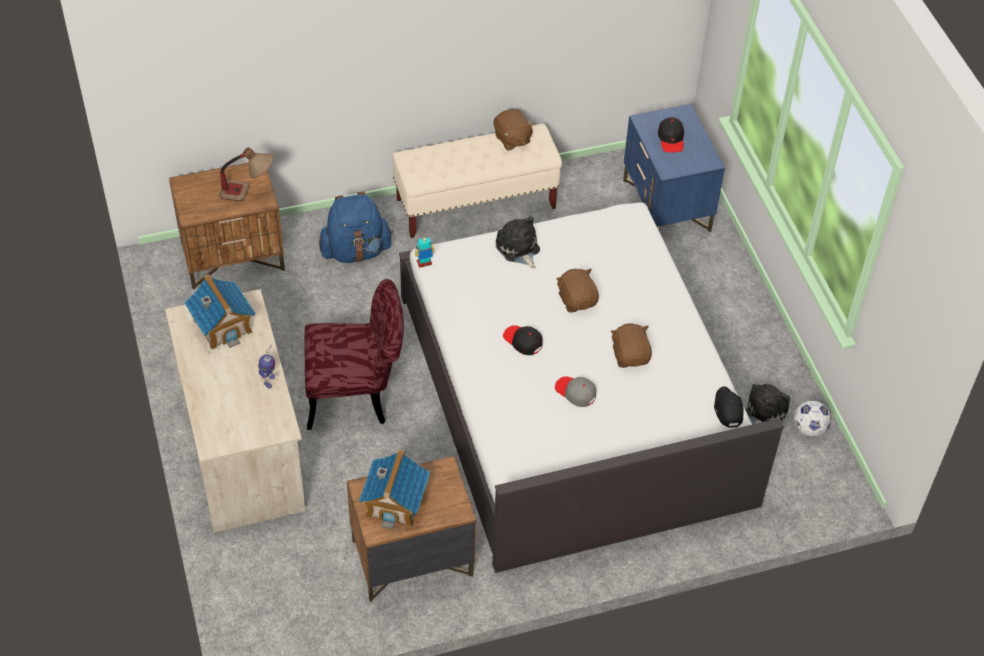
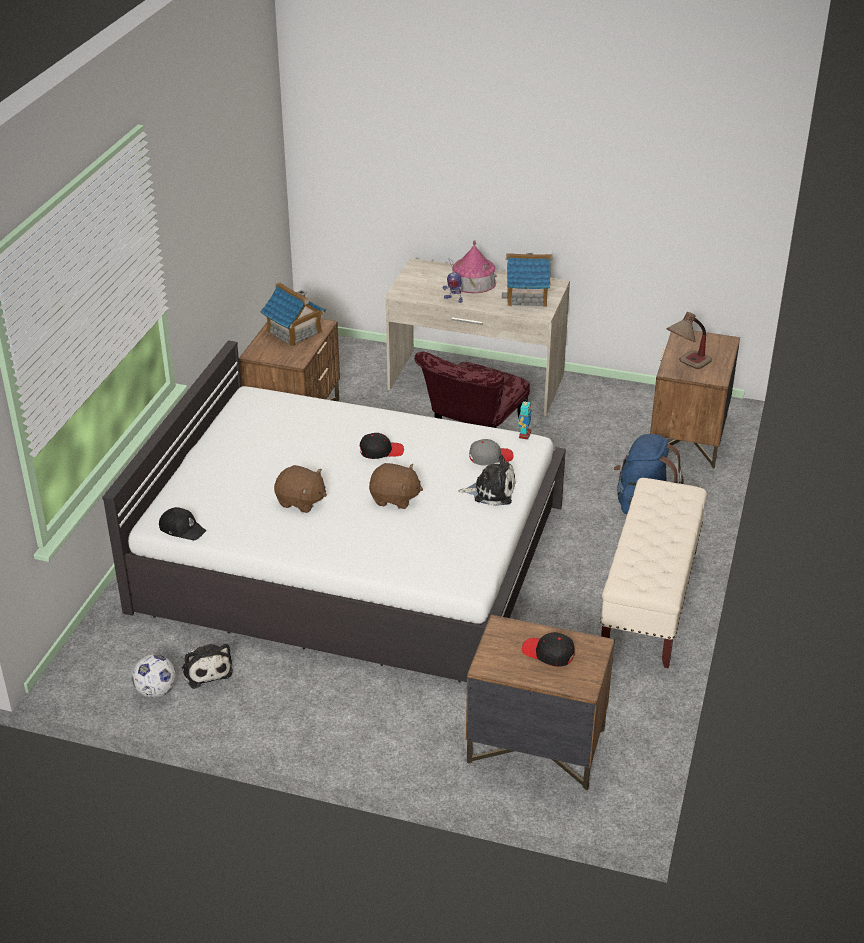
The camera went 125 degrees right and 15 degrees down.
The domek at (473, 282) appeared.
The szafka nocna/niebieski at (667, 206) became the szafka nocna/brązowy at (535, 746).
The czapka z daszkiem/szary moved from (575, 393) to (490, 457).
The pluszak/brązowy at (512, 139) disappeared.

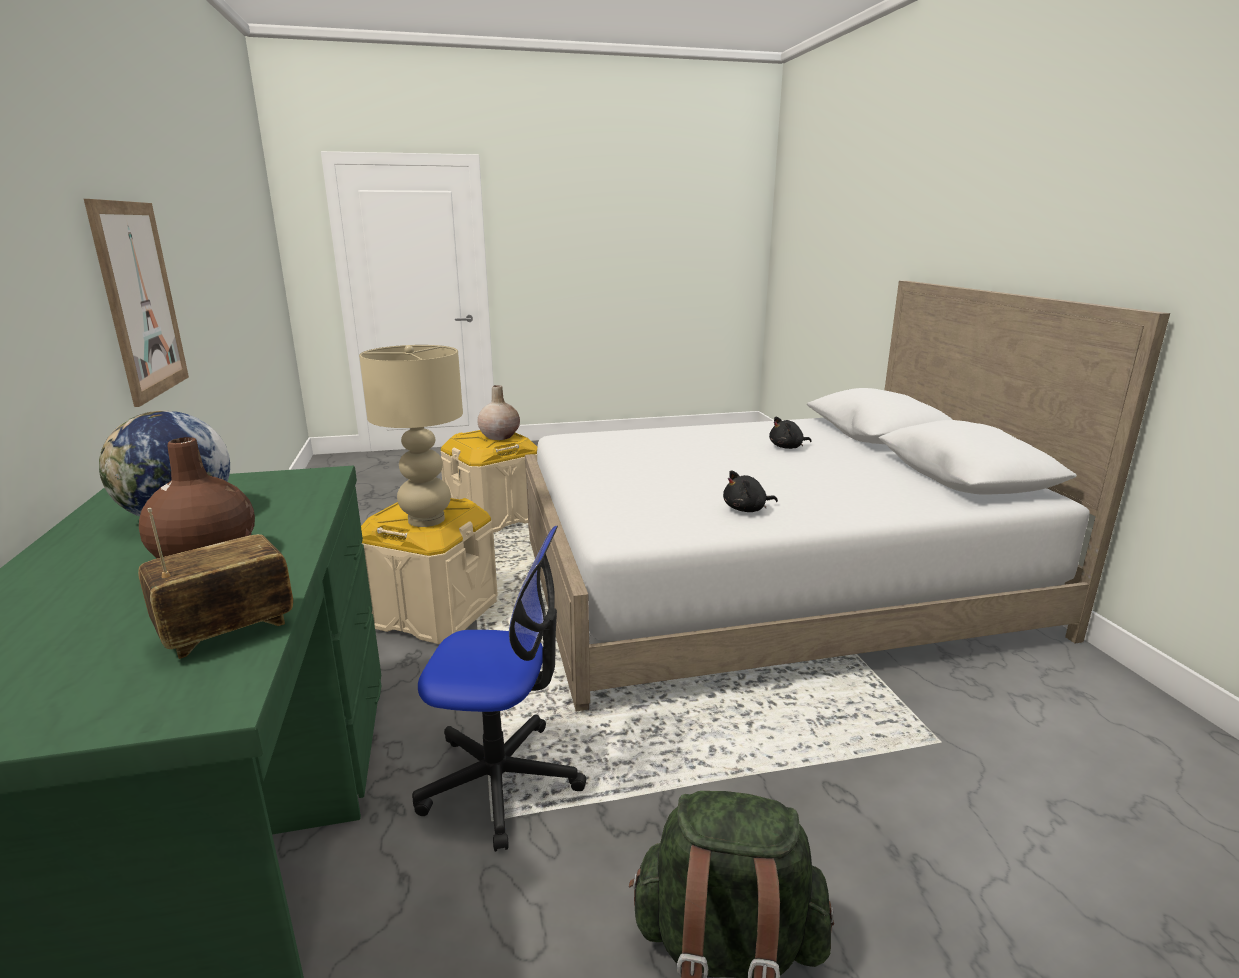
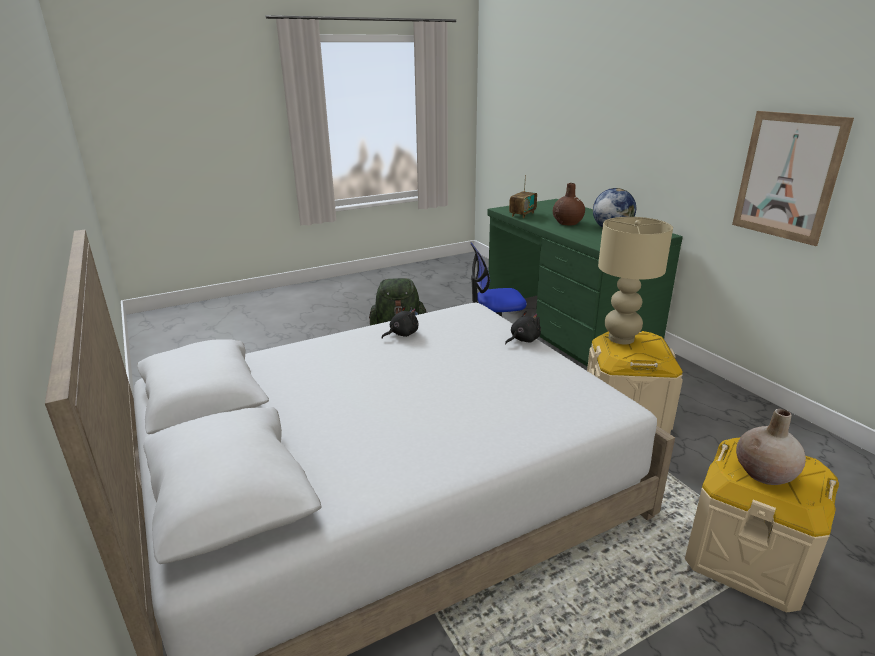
The camera went 165 degrees right and 5 degrees up.
The pluszak/czarny moved from (787, 447) to (523, 340).

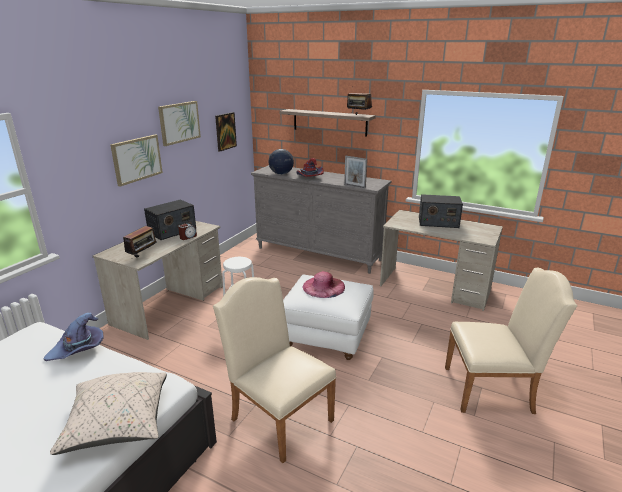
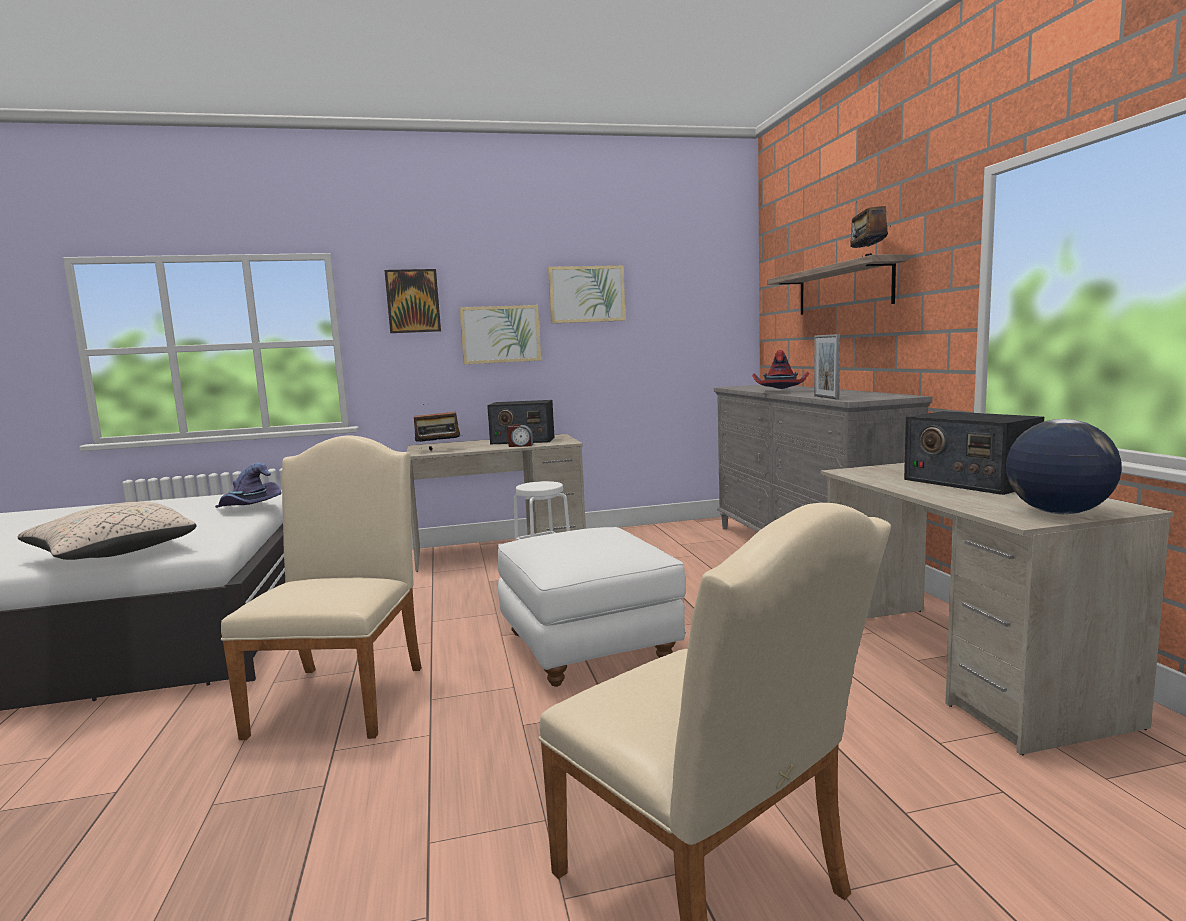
The camera went 50 degrees right and 15 degrees down.
The obraz moved from (225, 131) to (413, 301).
The globus moved from (281, 174) to (1058, 512).
The kapelusz/różowy at (323, 287) disappeared.

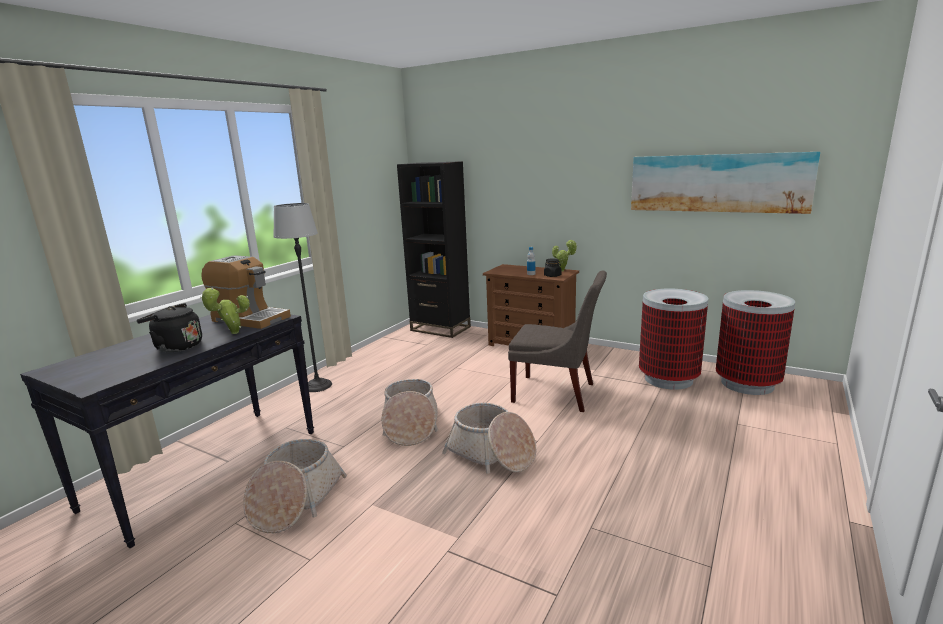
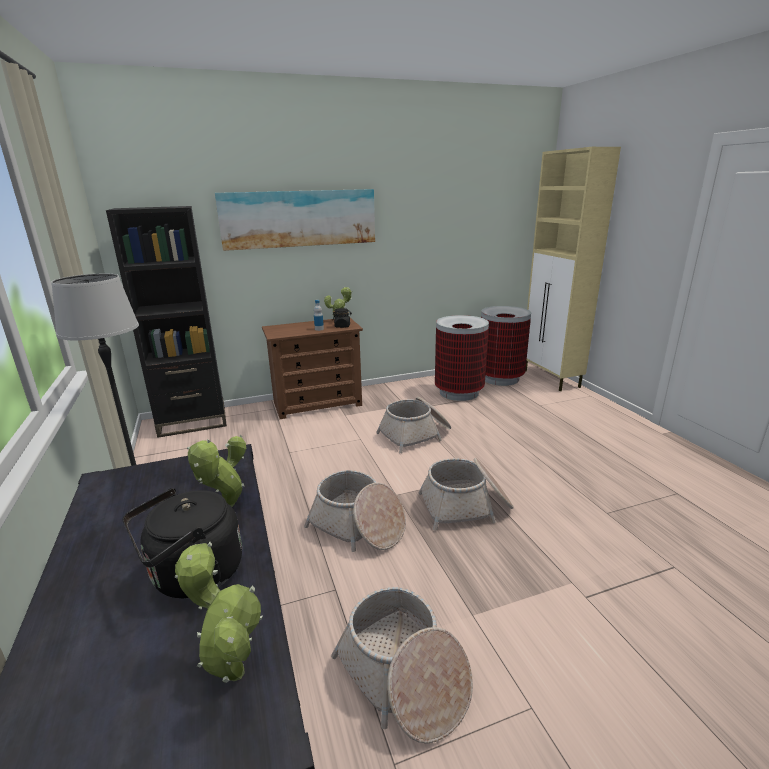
The camera went 50 degrees left and 5 degrees up.
The roślina doniczkowa at (231, 669) appeared.
The obraz moved from (717, 183) to (299, 218).
The krzesło/szary at (557, 393) was replaced by the koszyk at (416, 435).
The szafka/beżowy at (551, 379) appeared.
The ekspres do kawy at (250, 319) disappeared.

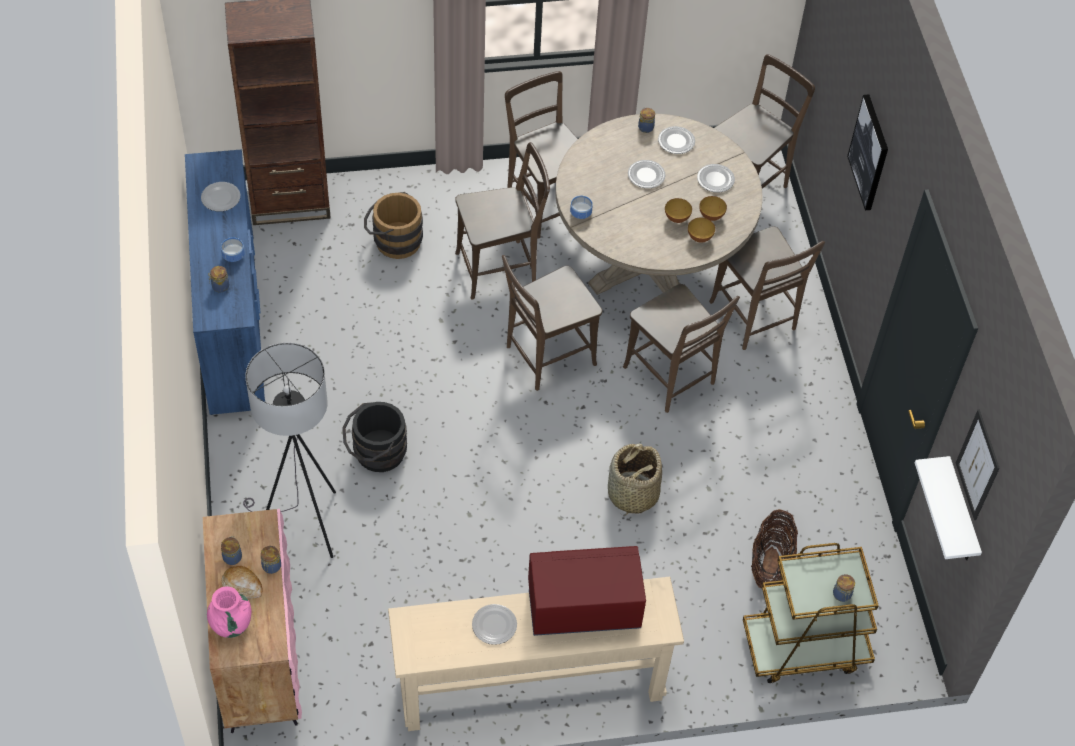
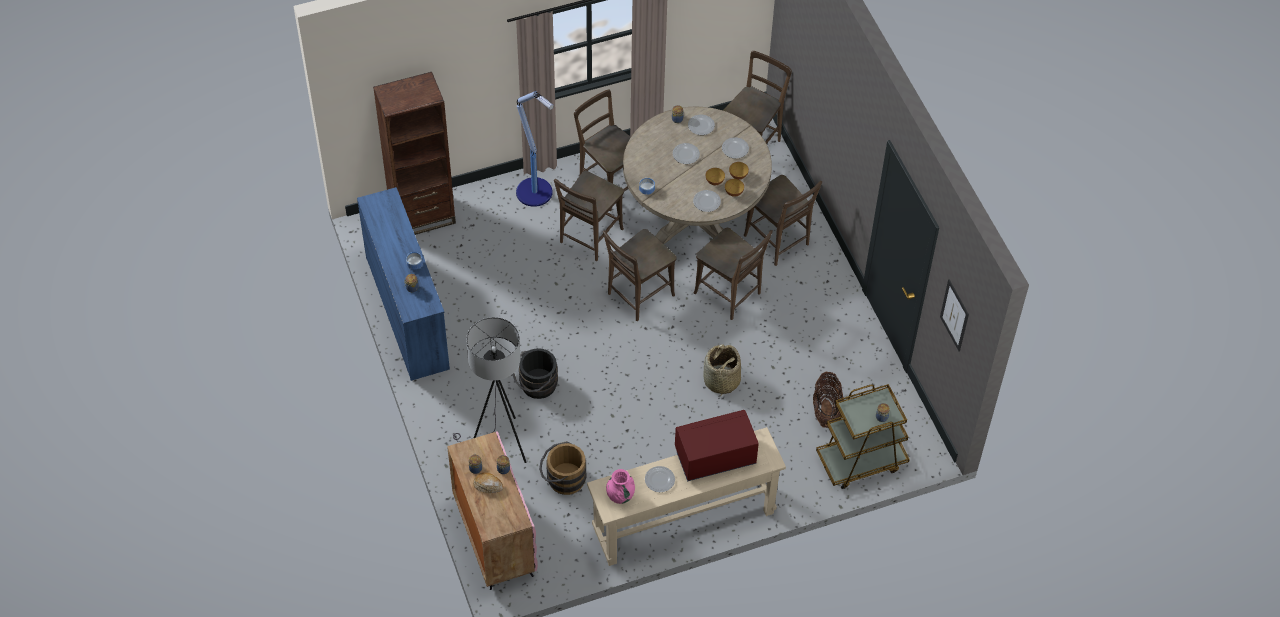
The camera went 10 degrees left and 0 degrees up.
The lampa stojąca at (535, 193) appeared.
The wiadro/brązowy moved from (393, 240) to (562, 479).
The krzesło/brązowy at (500, 268) turned 150 degrees clockwise.
The wazon/różowy moved from (231, 624) to (620, 495).
The talerz moved from (221, 197) to (707, 201).
The obraz at (870, 152) disappeared.
The półka/biały at (960, 514) disappeared.

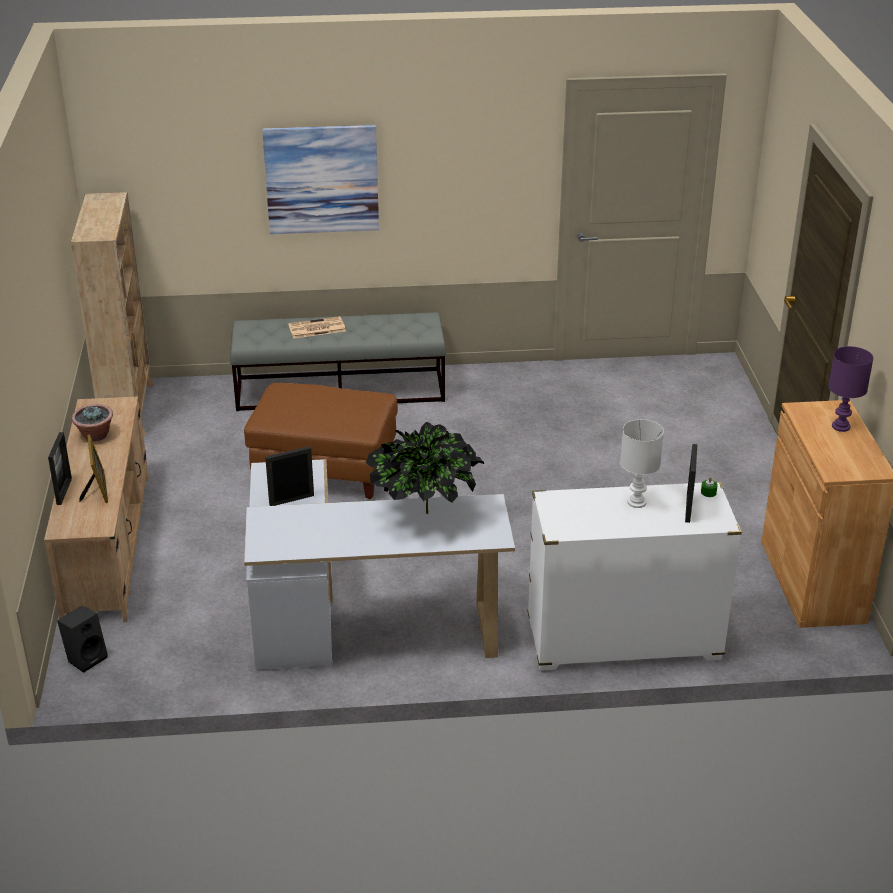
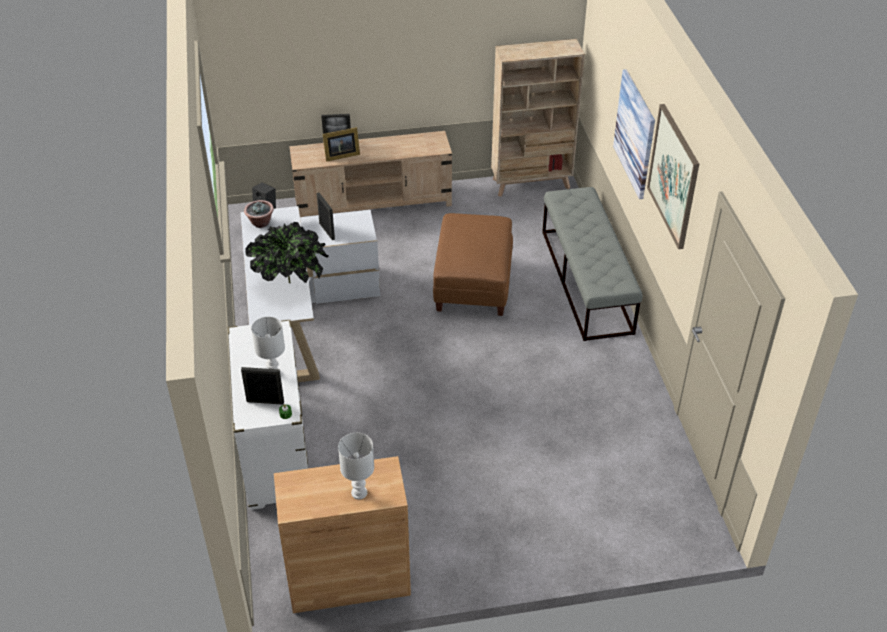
The camera went 85 degrees right and 10 degrees up.
The roślina doniczkowa moved from (95, 436) to (260, 223).
The lampa stołowa/fioletowy at (840, 426) became the lampa stołowa/biały at (360, 492).
The obraz at (673, 176) appeared.
The gazeta at (316, 328) disappeared.

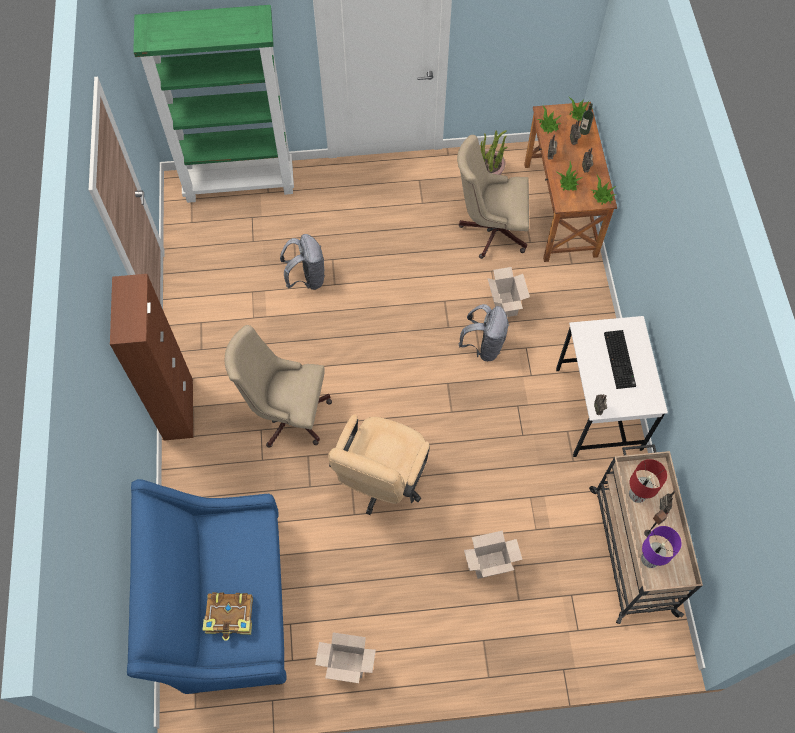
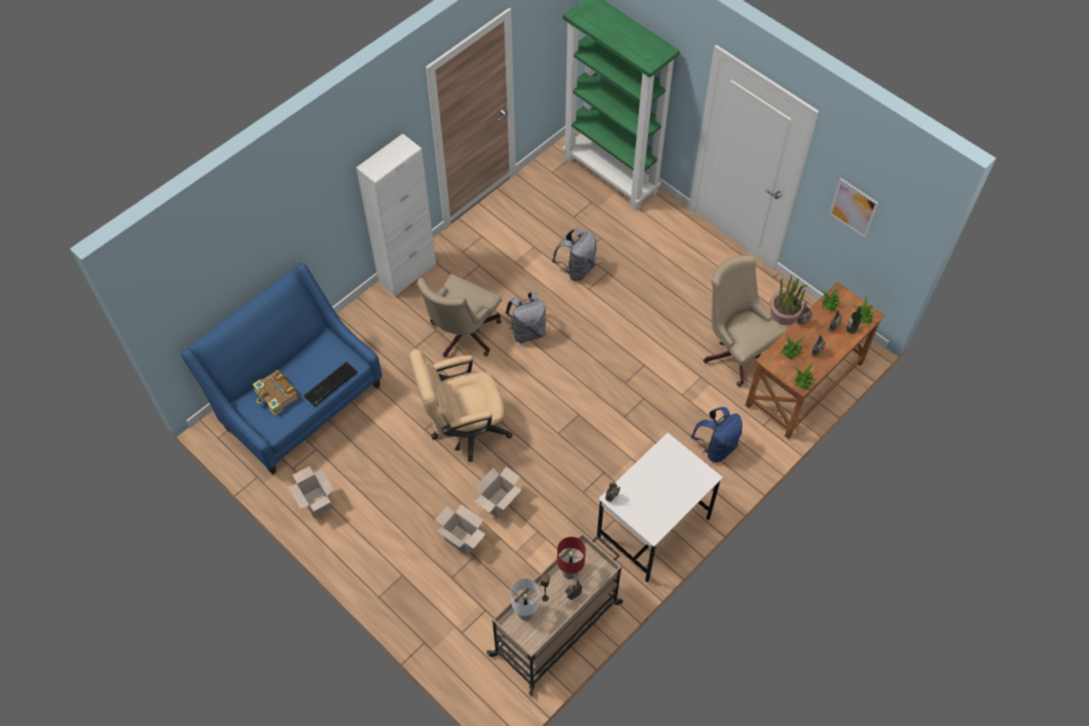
The camera went 50 degrees right and 5 degrees down.
The klawiatura moved from (620, 360) to (331, 385).
The szafka/brązowy at (178, 409) became the szafka/biały at (407, 273).
The krzesło biurowe/beżowy at (286, 413) turned 120 degrees counterclockwise.
The karton moved from (505, 306) to (498, 504).
The plecak/szary moved from (484, 346) to (527, 331).
The lampa stołowa/fioletowy at (650, 559) became the lampa stołowa/biały at (526, 613).
The plecak/niebieski at (716, 447) appeared.
The obraz at (853, 208) appeared.

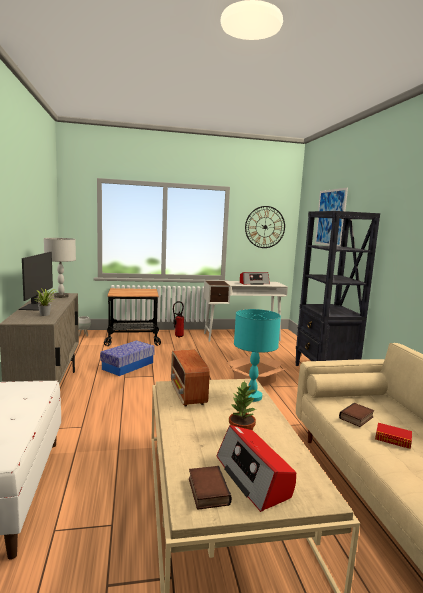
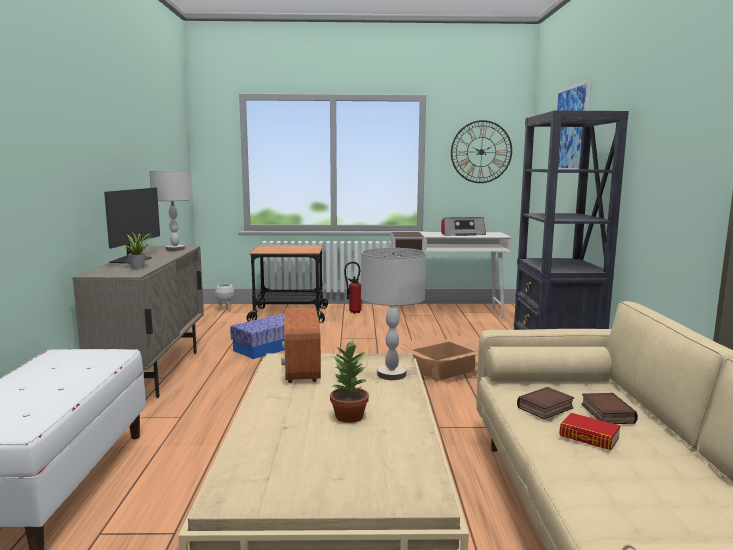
The camera went 10 degrees right and 0 degrees up.
The lampa stołowa/turkusowy at (252, 397) became the lampa stołowa/szary at (392, 374).
The książka moved from (207, 491) to (605, 413).
The radio at (253, 477) disappeared.

